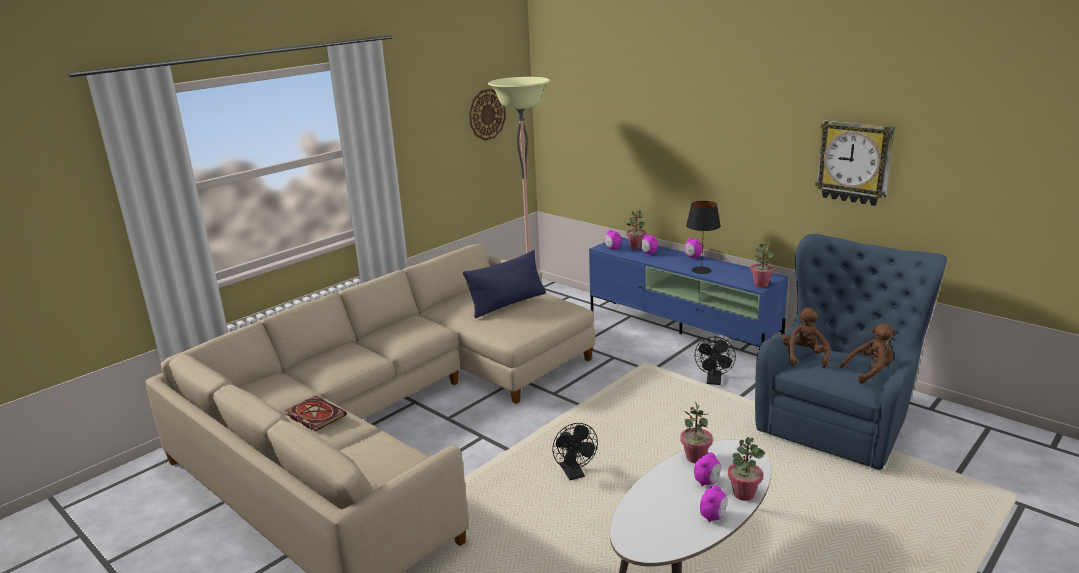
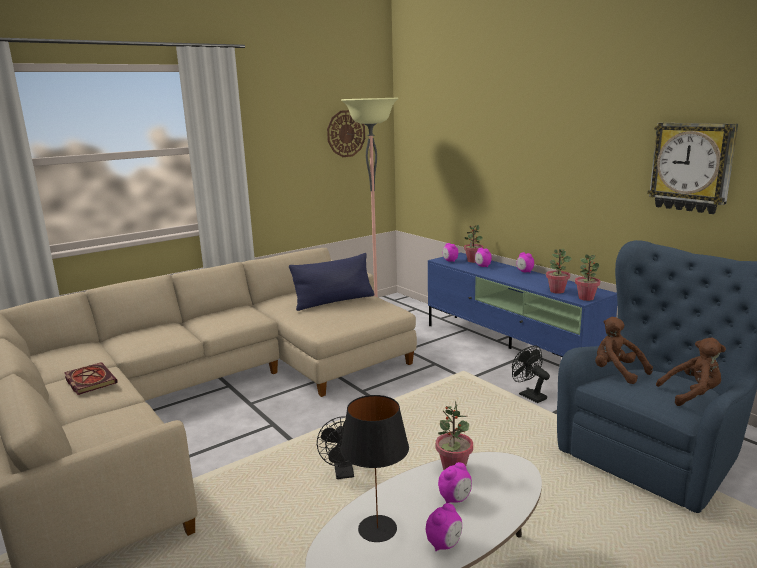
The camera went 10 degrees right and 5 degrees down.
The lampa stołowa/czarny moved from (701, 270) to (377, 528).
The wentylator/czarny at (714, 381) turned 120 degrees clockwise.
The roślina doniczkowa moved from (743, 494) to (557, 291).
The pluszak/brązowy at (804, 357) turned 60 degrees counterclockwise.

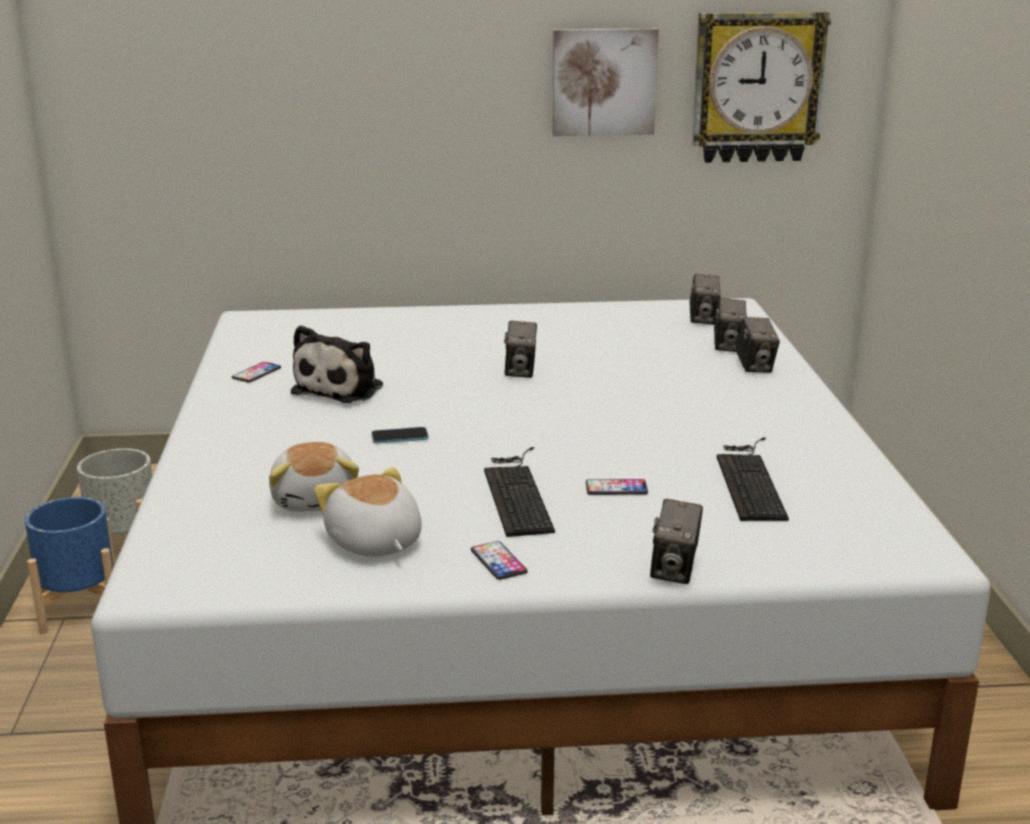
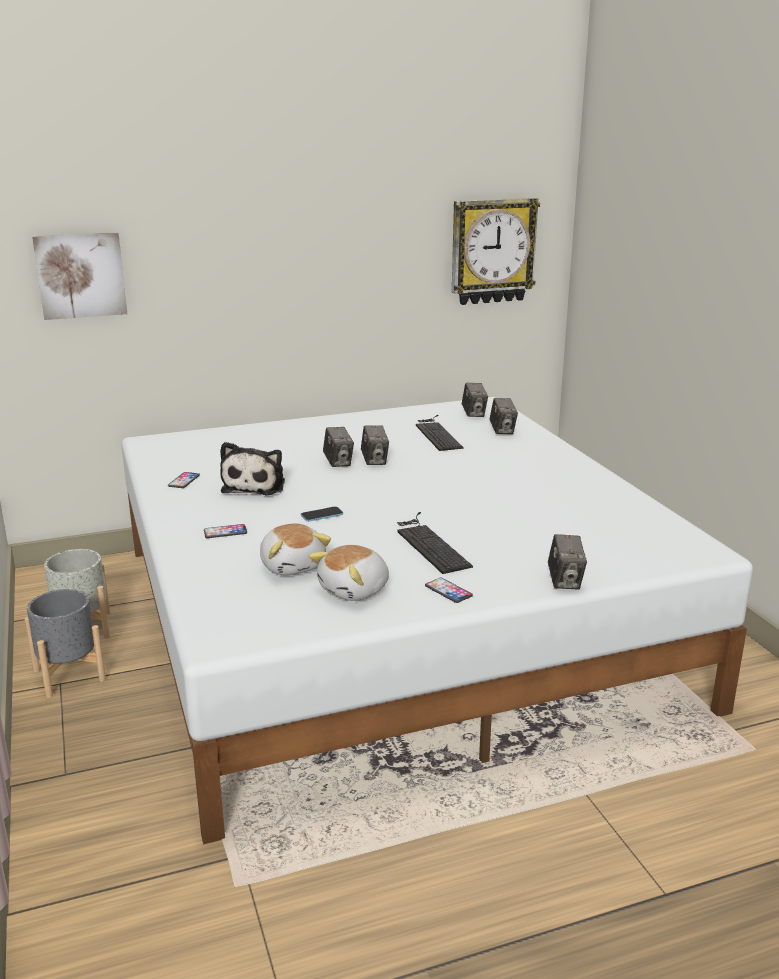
The camera went 15 degrees left and 0 degrees up.
The donica/niebieski at (79, 609) became the donica/szary at (69, 675).
The obraz moved from (604, 82) to (80, 275).
The telefon moved from (616, 488) to (225, 532).
The pluszak at (374, 543) turned 90 degrees counterclockwise.
The aparat fotograficzny moved from (755, 367) to (338, 462).
The klawiatura moved from (750, 479) to (437, 433).

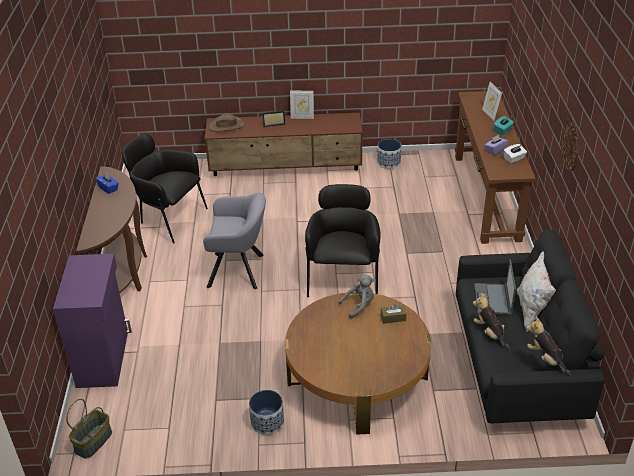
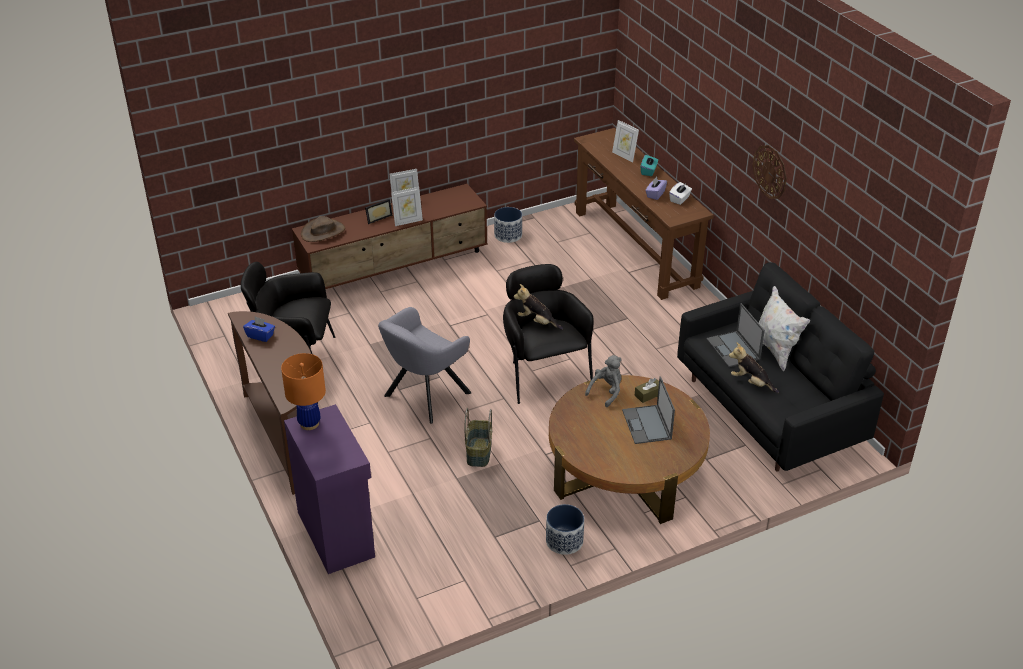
The camera went 25 degrees left and 0 degrees up.
The lampa stołowa/pomarańczowy at (309, 424) appeared.
The fotel/szary at (239, 271) turned 150 degrees clockwise.
The ramka na zdjęcie at (408, 221) appeared.
The koszyk moved from (93, 441) to (478, 452).
The pluszak moved from (546, 359) to (537, 322).
The laptop at (647, 425) appeared.

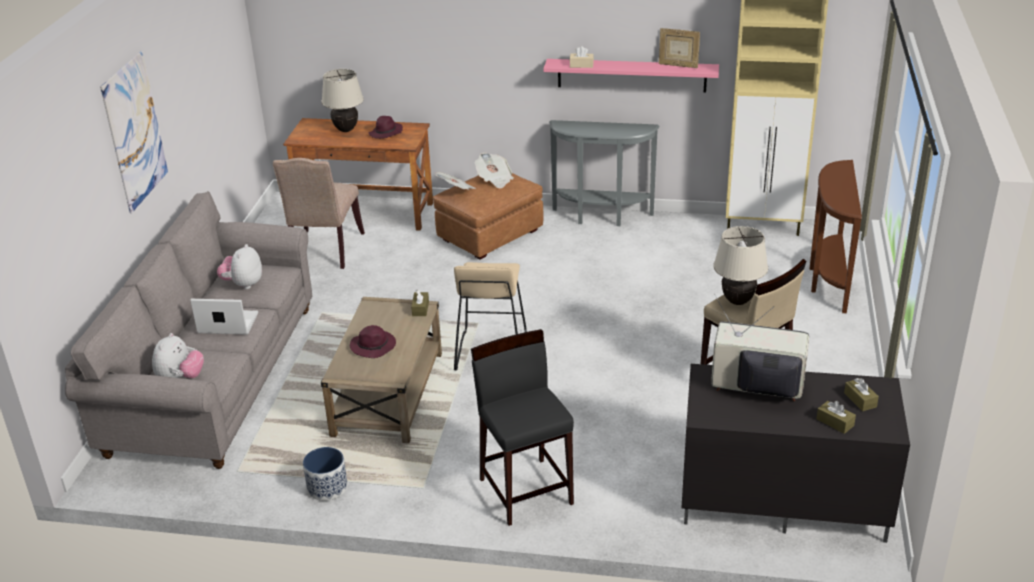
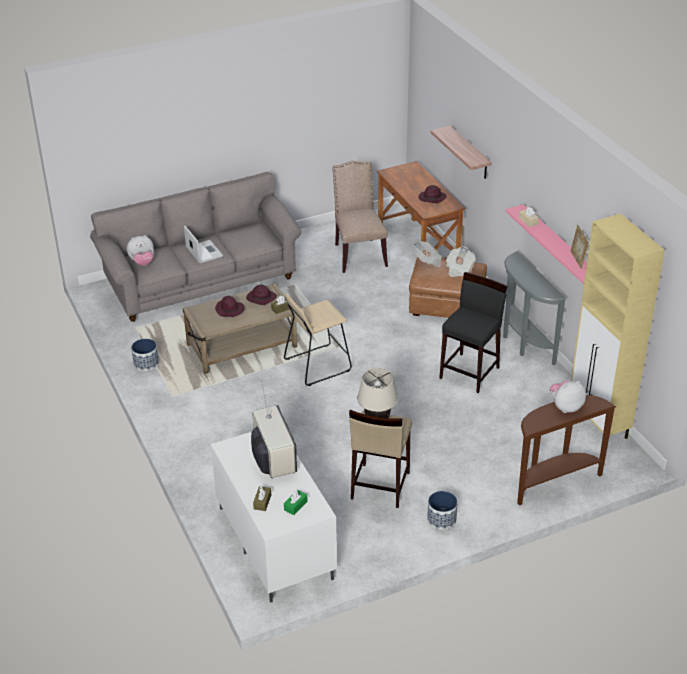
The camera went 55 degrees right and 5 degrees up.
The szafka pod telewizor/czarny at (781, 501) became the szafka pod telewizor/biały at (273, 542).
The kapelusz/fioletowy at (261, 298) appeared.
The pudełko chusteczek/brązowy at (860, 400) became the pudełko chusteczek/zielony at (295, 506).
The krzesło/beżowy at (325, 252) turned 105 degrees clockwise.
The donica at (441, 520) appeared.
The półka at (469, 153) appeared.
The stołek/czarny moved from (526, 490) to (470, 372).
The pluszak moved from (243, 284) to (565, 407).
The obraz at (135, 131) disappeared.
The lampa stołowa/beżowy at (345, 130) disappeared.

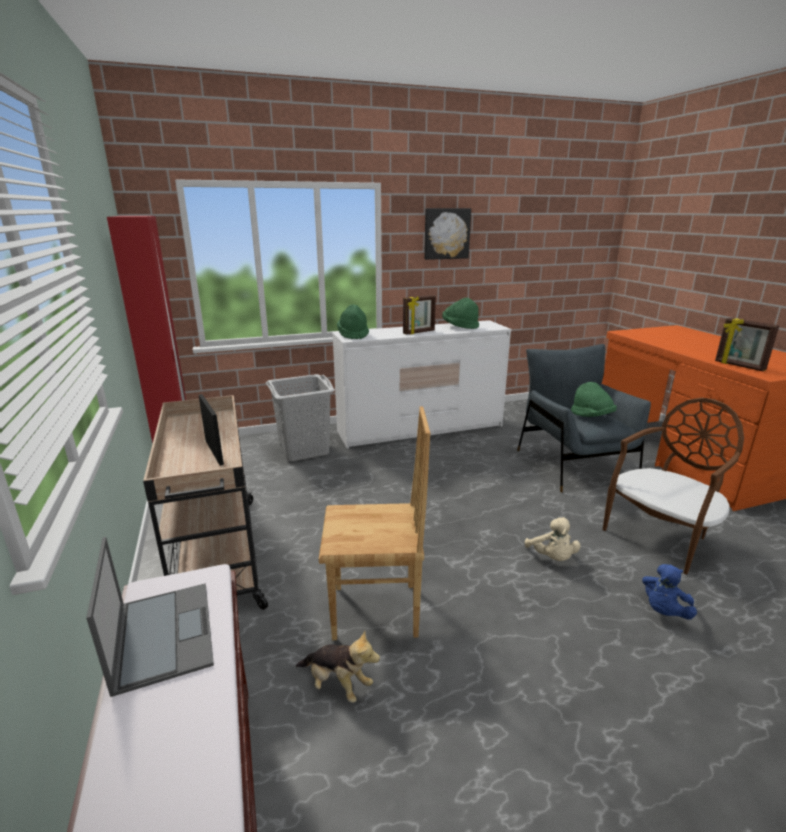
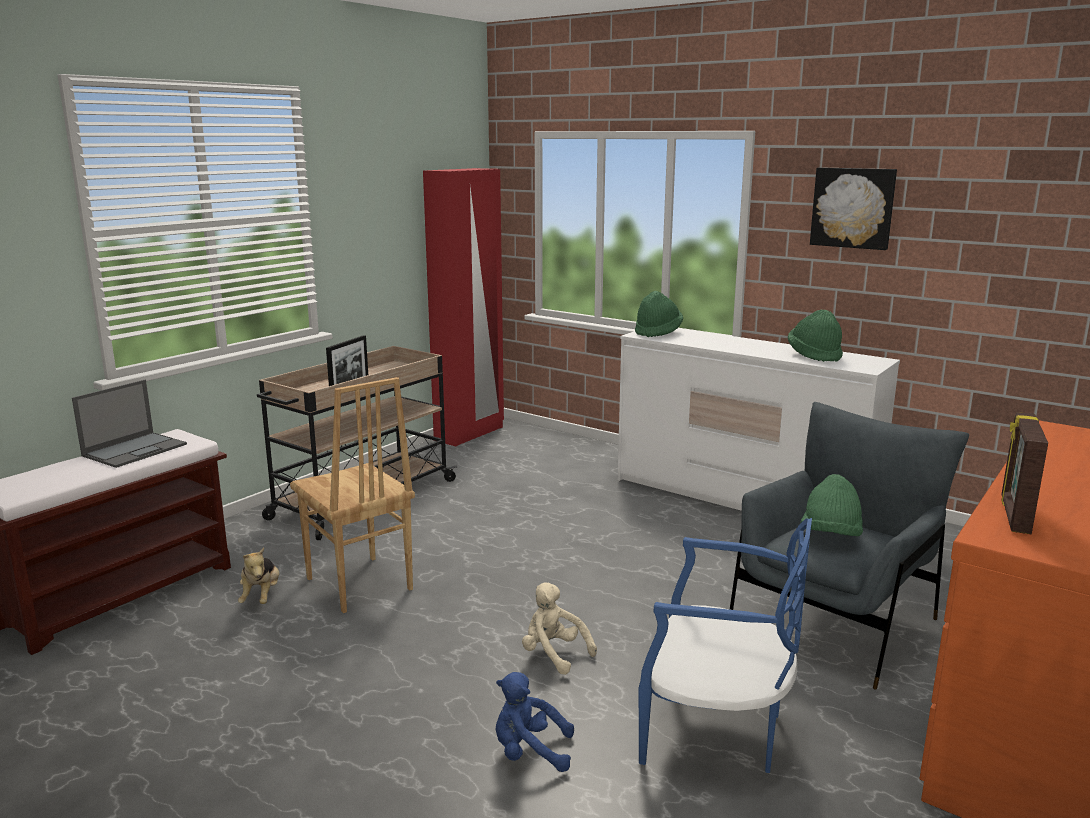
The camera went 55 degrees right and 5 degrees down.
The pluszak/beżowy at (552, 558) turned 90 degrees clockwise.
The krzesło/brązowy at (661, 537) became the krzesło/niebieski at (716, 731).
The kosz na pranie/szary at (304, 450) disappeared.
The ramka na zdjęcie at (419, 332) disappeared.

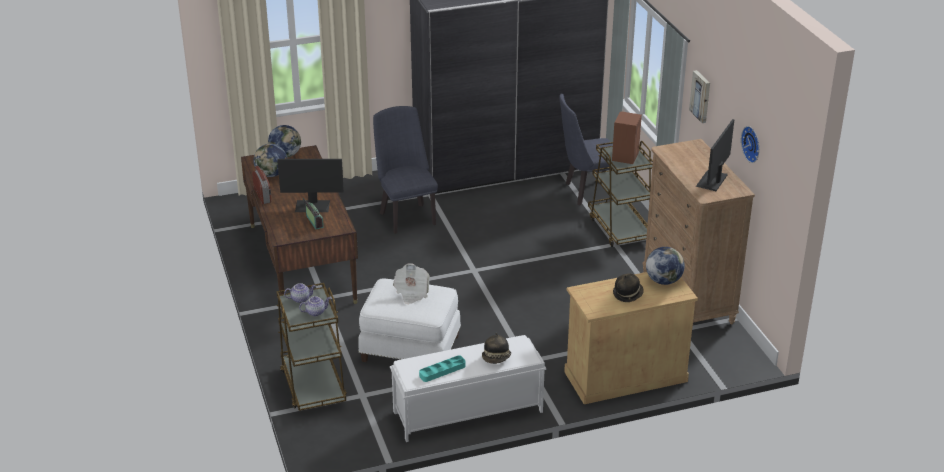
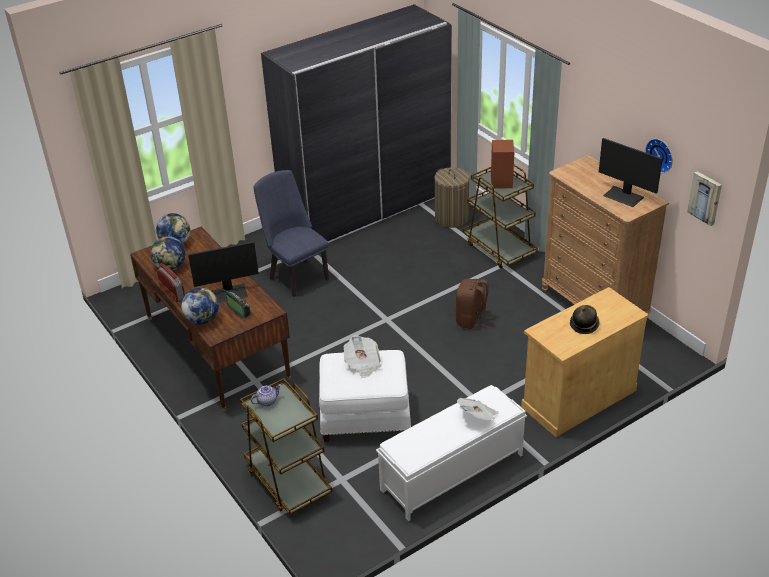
The camera went 15 degrees left and 5 degrees up.
The globus moved from (663, 281) to (202, 319).
The krzesło/niebieski at (586, 192) was replaced by the kosz na pranie at (451, 218).
The plecak/brązowy at (471, 320) appeared.
The kapelusz at (496, 358) was replaced by the gazeta at (478, 417).
The monitor at (712, 181) turned 60 degrees counterclockwise.
The obraz moved from (701, 96) to (705, 198).
The imbryk at (315, 312) disappeared.
The taca/turkusowy at (442, 371) disappeared.

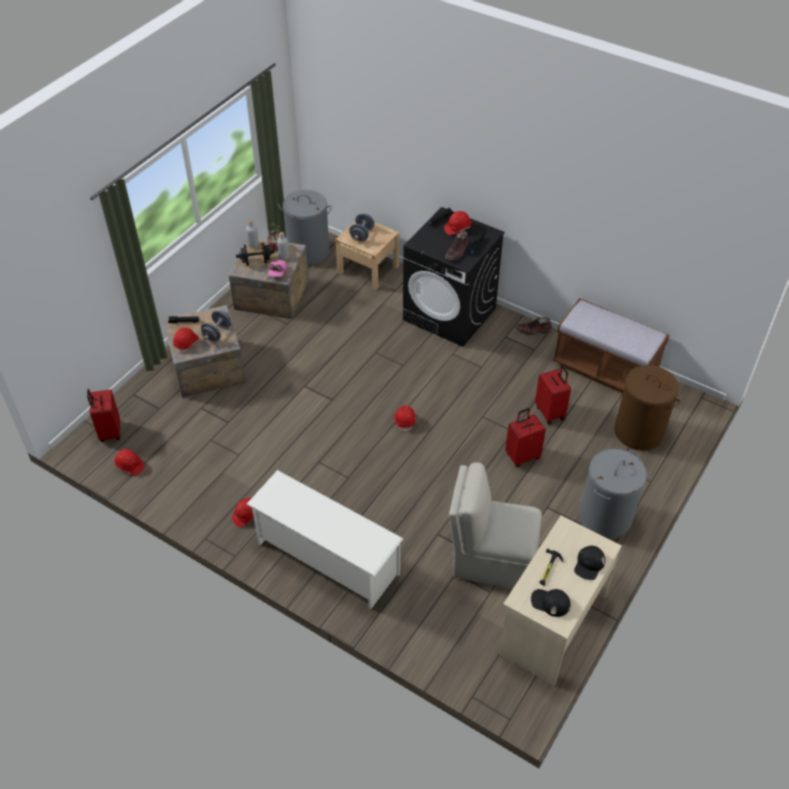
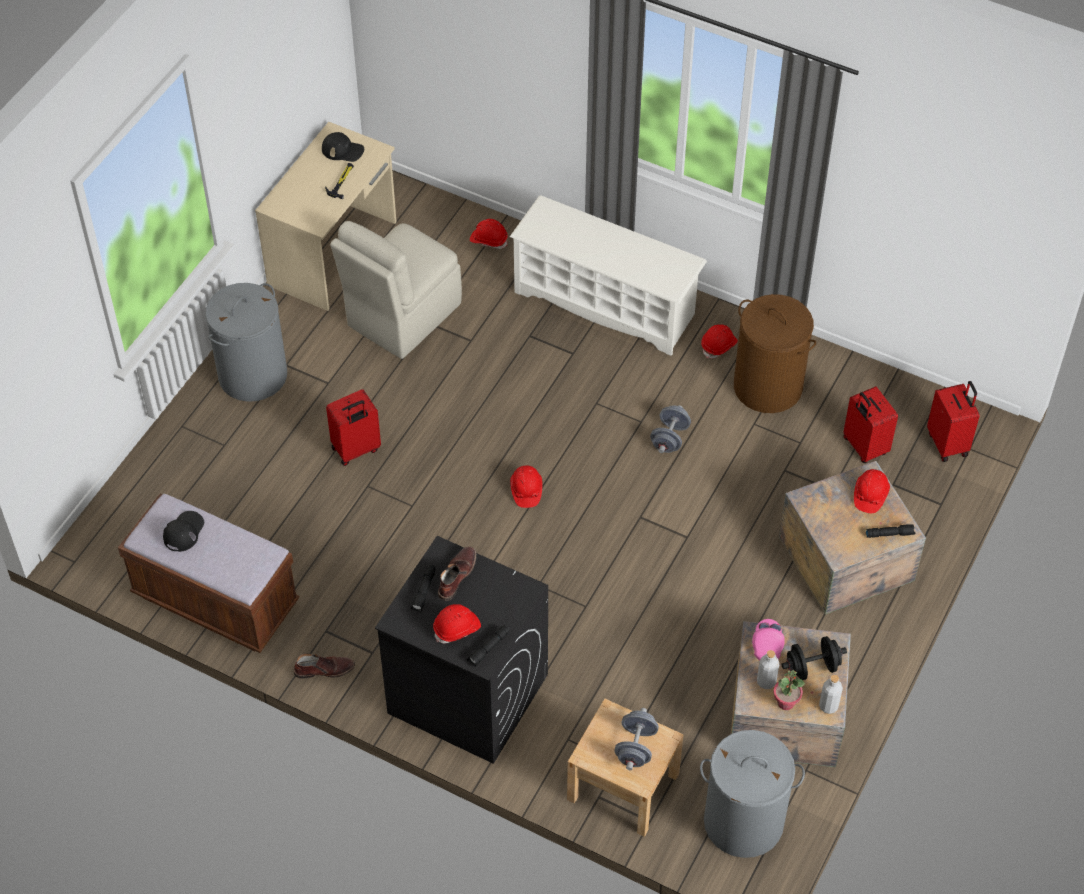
The camera went 175 degrees right and 5 degrees up.
The czapka z daszkiem/czarny moved from (589, 564) to (184, 532).
The krzesło/beżowy at (492, 559) turned 120 degrees clockwise.
The kask/czerwony moved from (129, 466) to (489, 240).
The hantel/szary moved from (217, 333) to (669, 438).
The kosz na pranie/brązowy moved from (638, 432) to (768, 386).
The walizka/czerwony moved from (550, 412) to (864, 447).

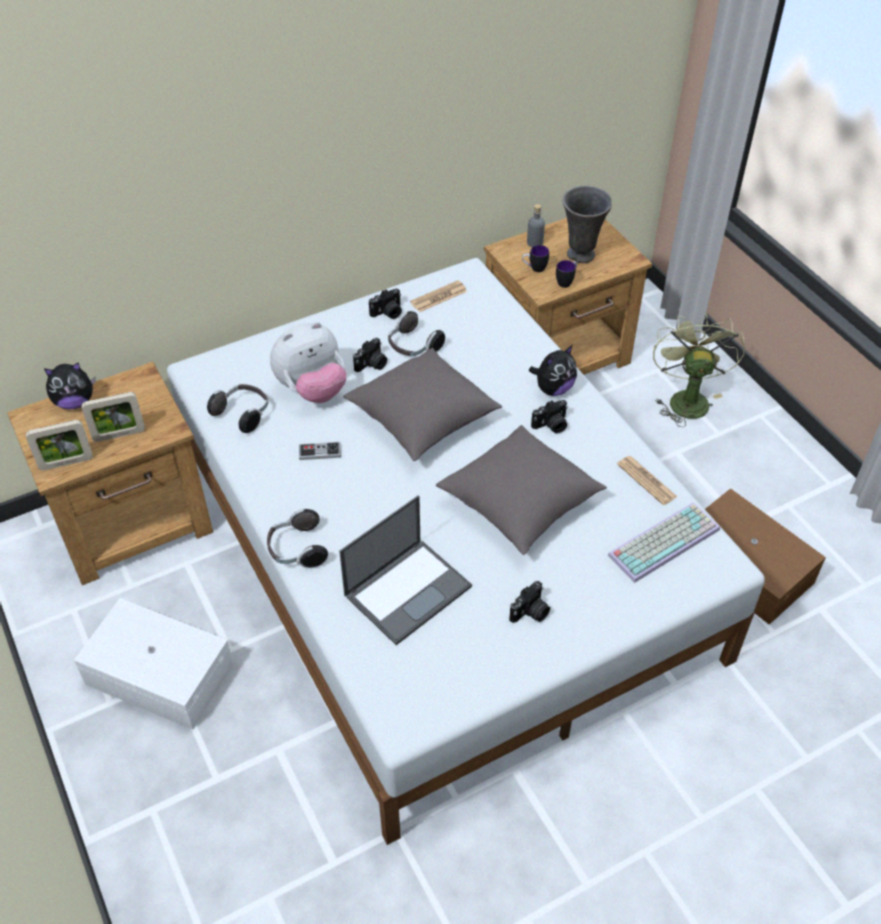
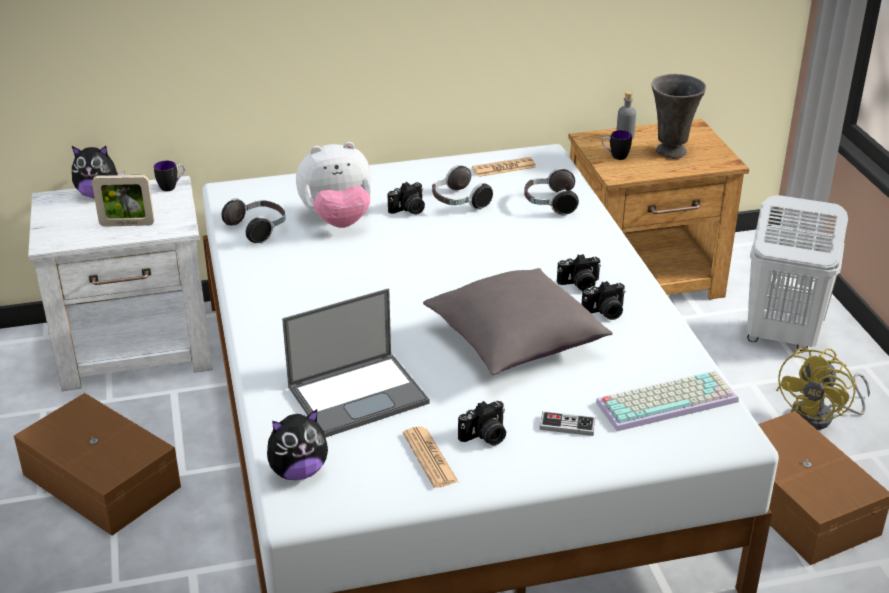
The camera went 15 degrees right and 15 degrees down.
The pojemnik do przechowywania/biały at (160, 672) became the pojemnik do przechowywania/brązowy at (102, 479).
The szafka nocna/brązowy at (134, 521) became the szafka nocna/biały at (138, 348).
The kubek moved from (566, 282) to (172, 187).
The pluszak moved from (553, 389) to (298, 471).
The gazeta moved from (646, 480) to (430, 458).
The słuchawki moved from (297, 549) to (550, 204).
The pad do gier moved from (319, 452) to (567, 425).
The aparat fotograficzny moved from (388, 313) to (605, 312).
The wentylator/zielony at (686, 398) was replaced by the kosz na pranie/biały at (780, 337).
The wentylator/żółty at (820, 417) appeared.
The ramka na zdjęcie at (66, 463) disappeared.
The poduszka/szary at (423, 419) disappeared.

